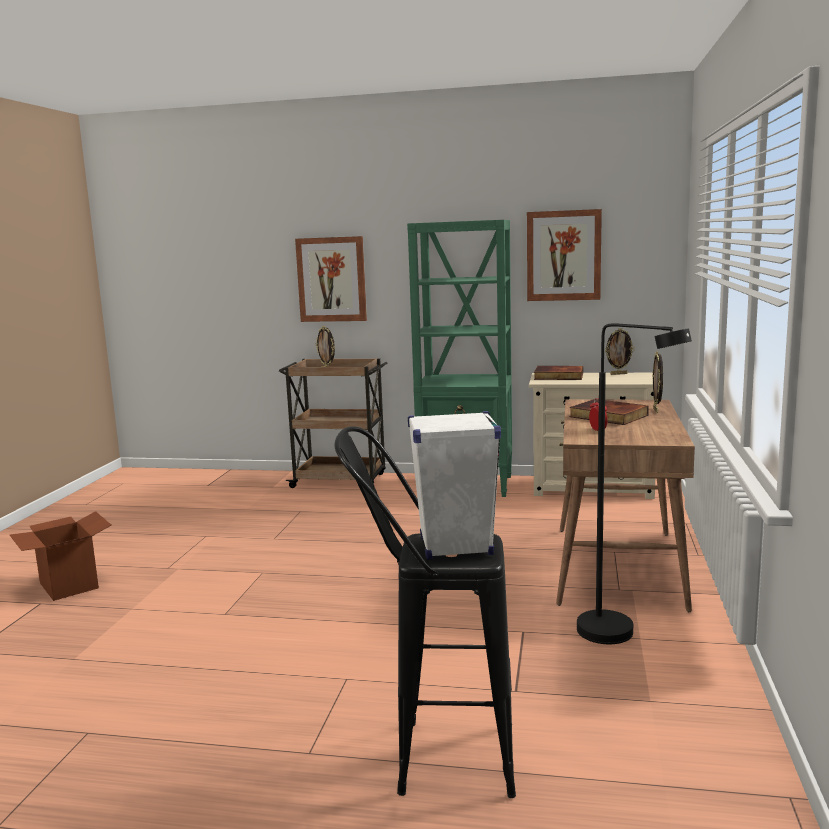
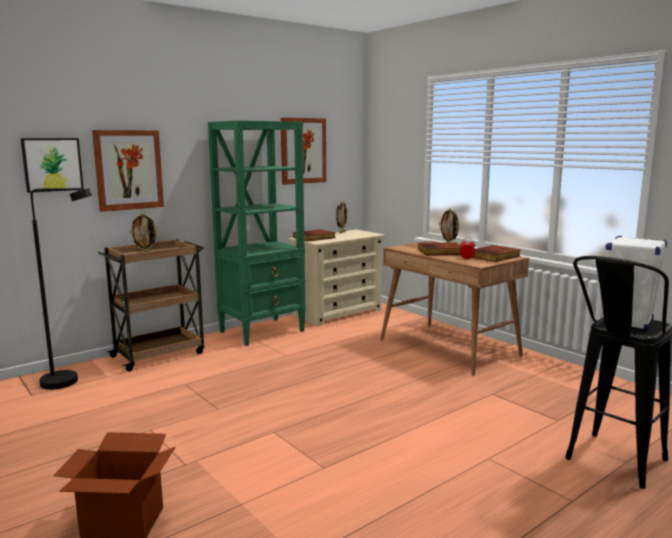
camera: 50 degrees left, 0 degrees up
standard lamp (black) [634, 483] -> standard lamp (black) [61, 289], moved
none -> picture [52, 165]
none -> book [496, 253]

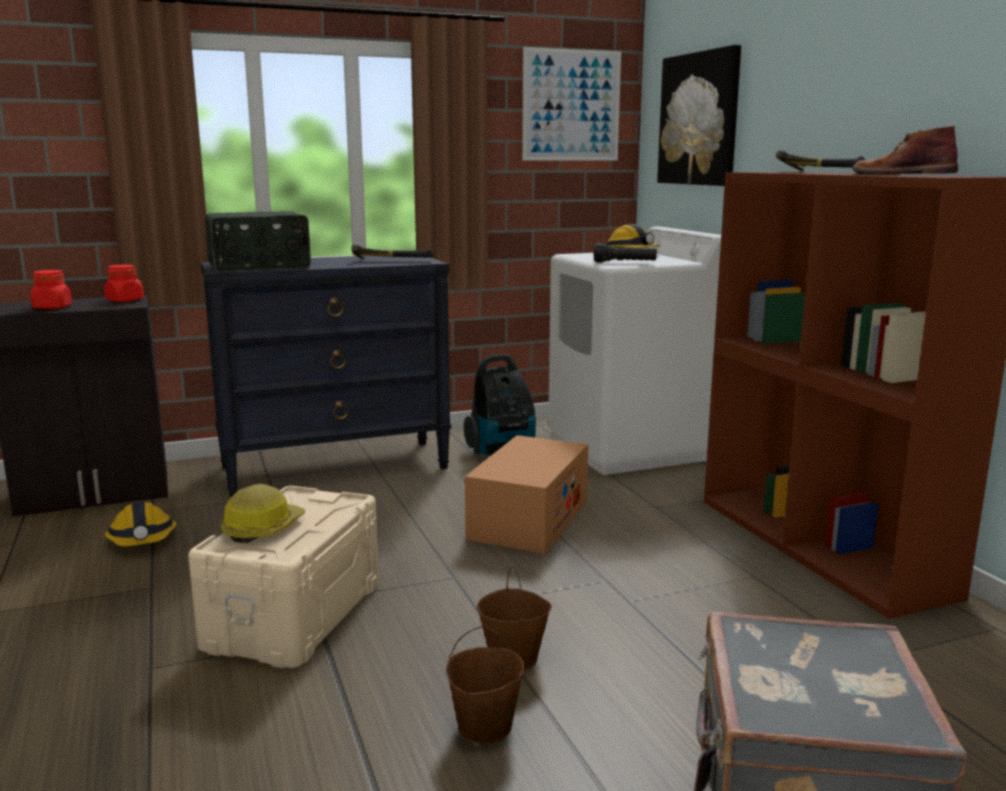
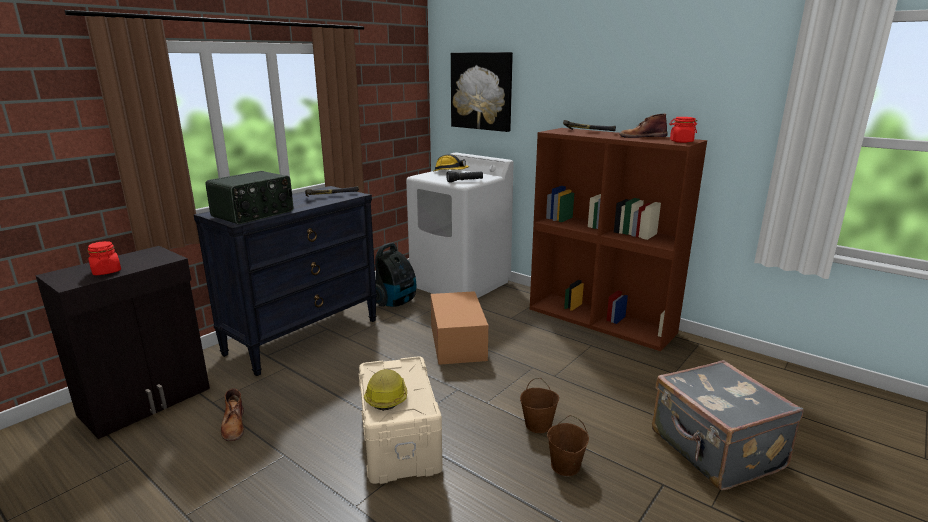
camera: 30 degrees left, 5 degrees up
picture [571, 104] -> none
storage jar (red-coloured) [124, 283] -> storage jar (red-coloured) [683, 130], moved
safety helmet [140, 523] -> high-top boot (brownish) [232, 415]

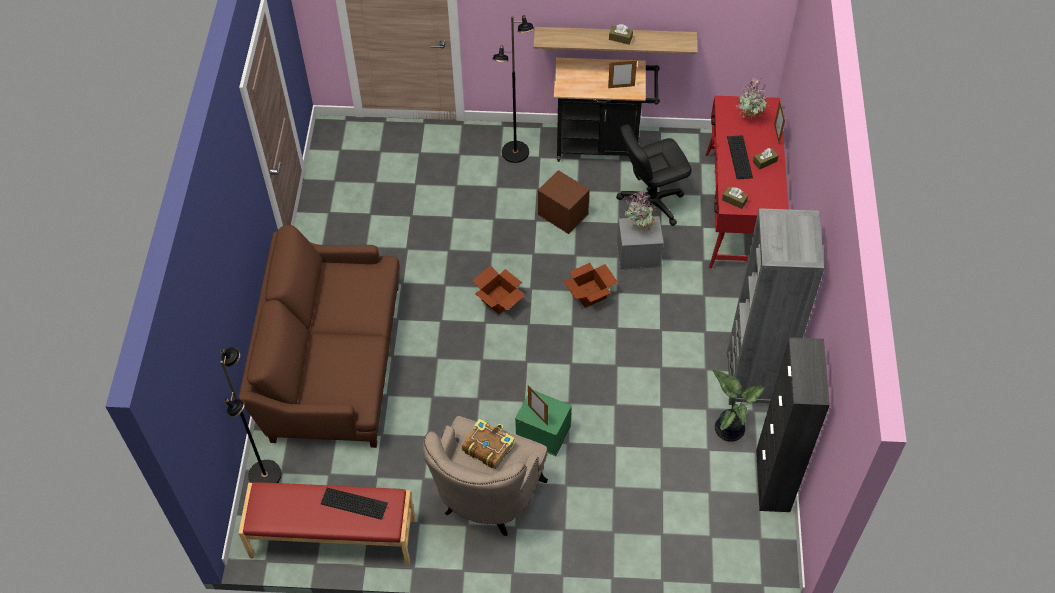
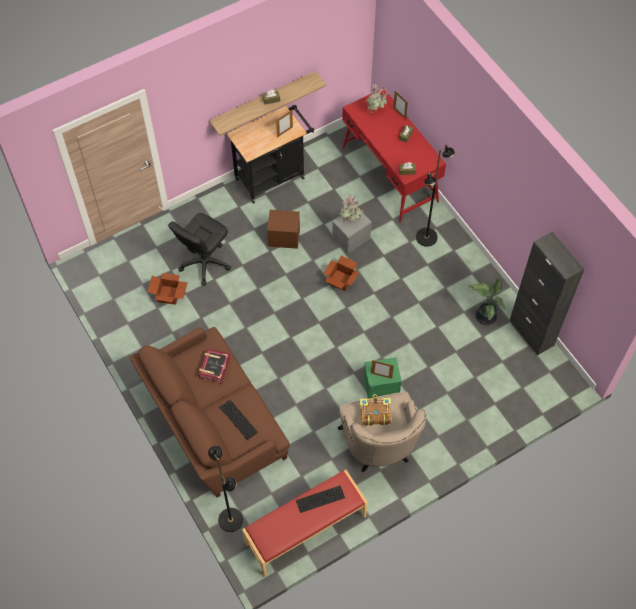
camera: 35 degrees left, 5 degrees up
standard lamp (black) [513, 89] -> standard lamp (black) [435, 195], moved
office chair (black) [654, 175] -> office chair (black) [199, 249], moved
PC keyboard [740, 157] -> PC keyboard [239, 420], moved
bookcase (grey) [775, 306] -> none
carton [498, 289] -> carton [167, 289], moved
none -> book [214, 366]

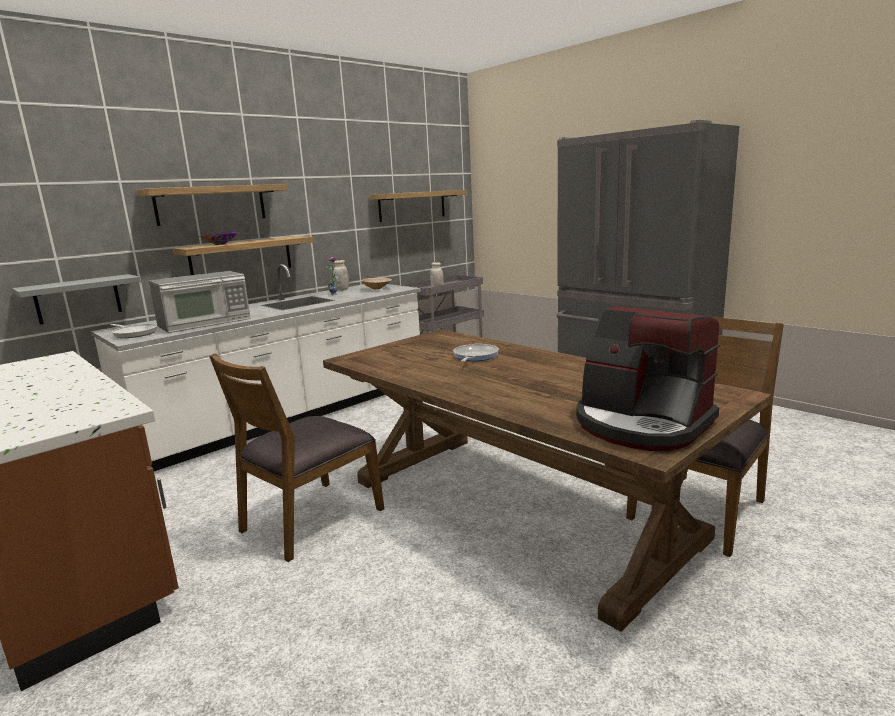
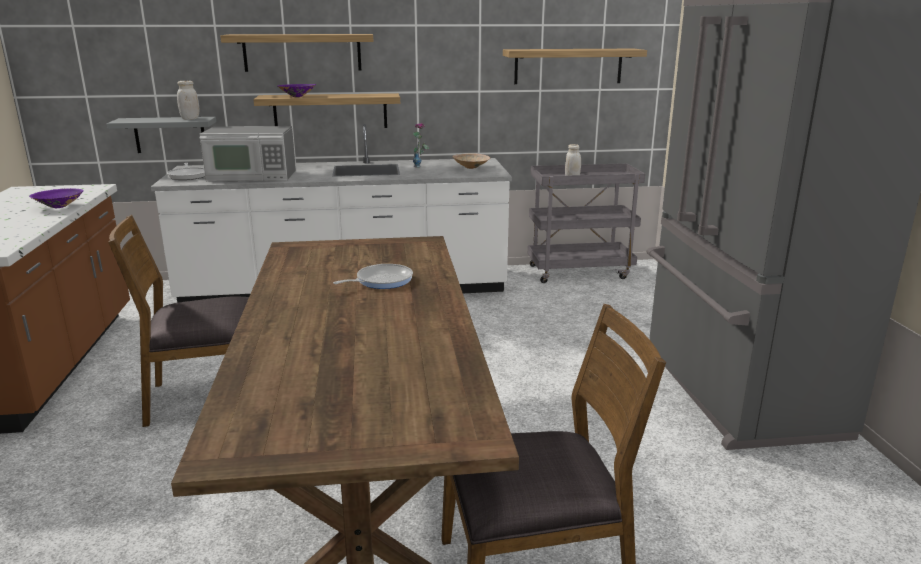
camera: 35 degrees right, 5 degrees up
storage jar (whitish) [341, 275] -> storage jar (whitish) [188, 100], moved
coffee brewer [648, 378] -> none
none -> deep dish (purple-coloured) [56, 198]

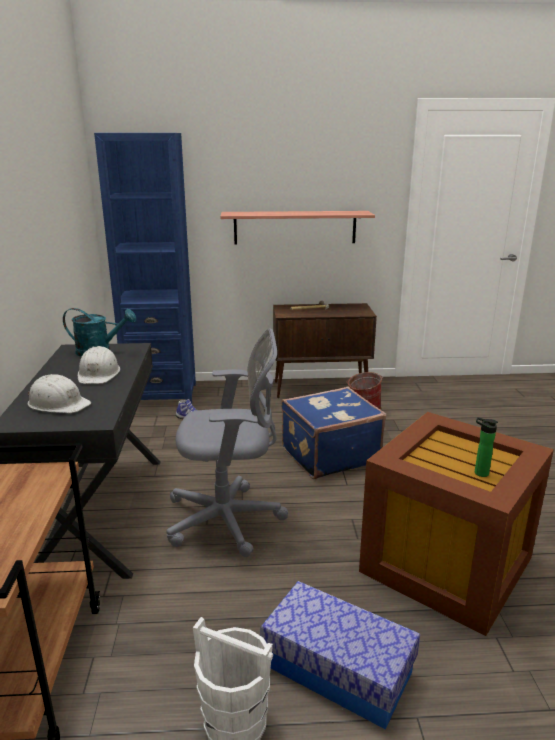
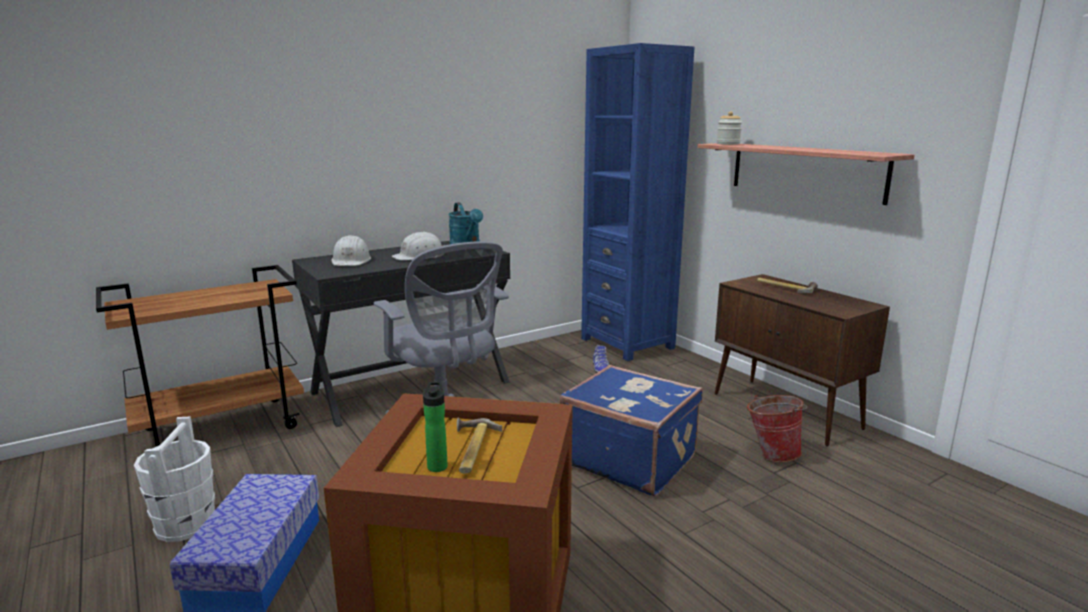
camera: 60 degrees right, 5 degrees down
none -> storage jar [729, 128]
none -> hand hammer [479, 445]

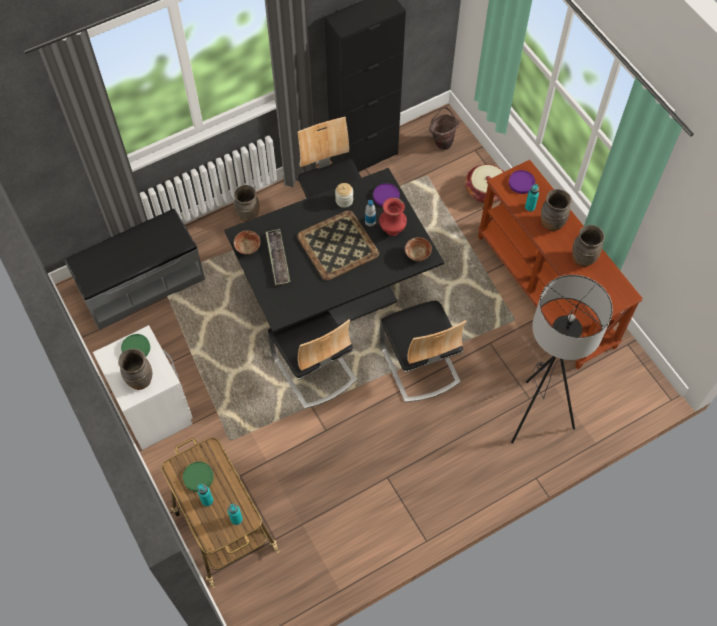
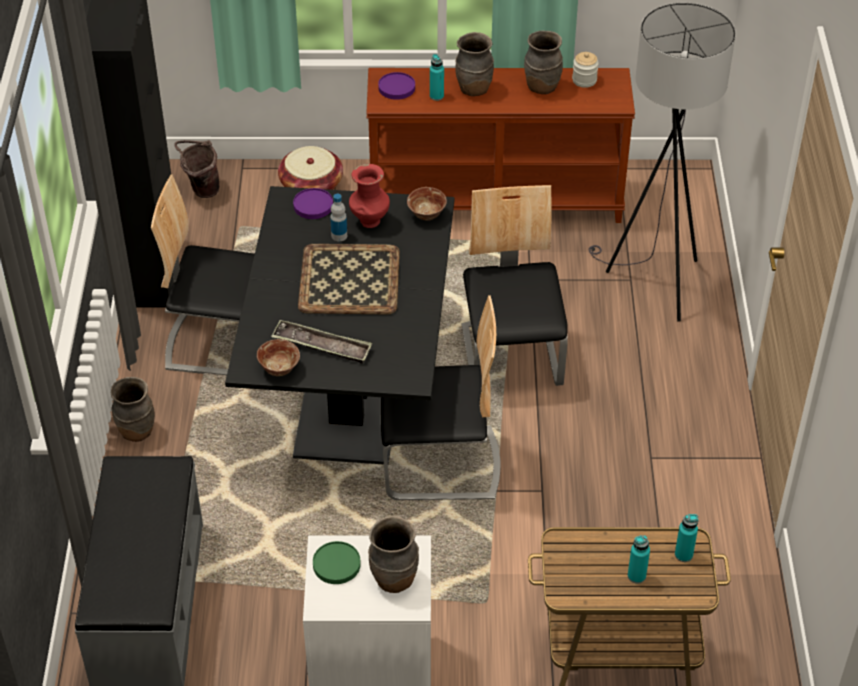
camera: 60 degrees left, 15 degrees down
storage jar [344, 195] -> storage jar [585, 70], moved
chair [423, 351] -> chair [515, 285], 105 degrees counterclockwise
flat dish (green-coloured) [198, 477] -> none

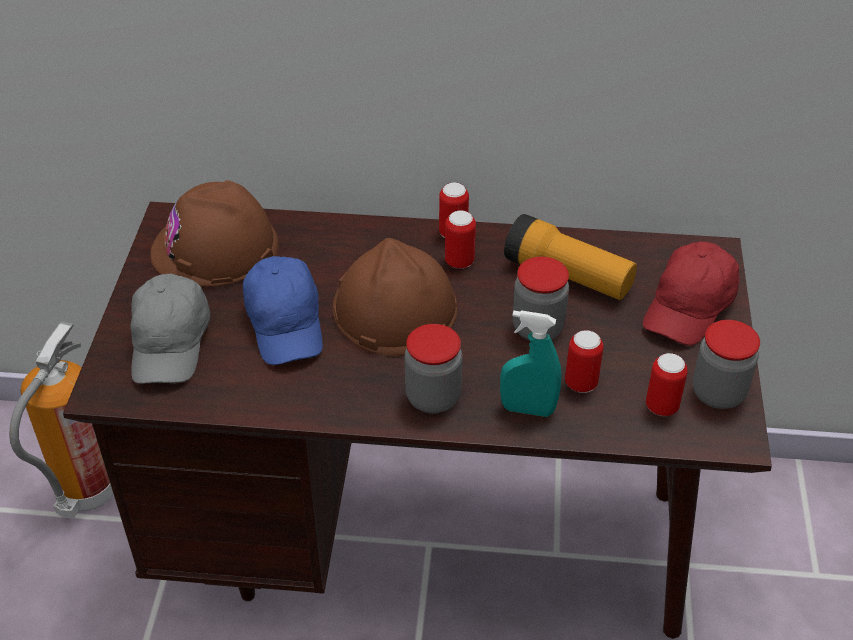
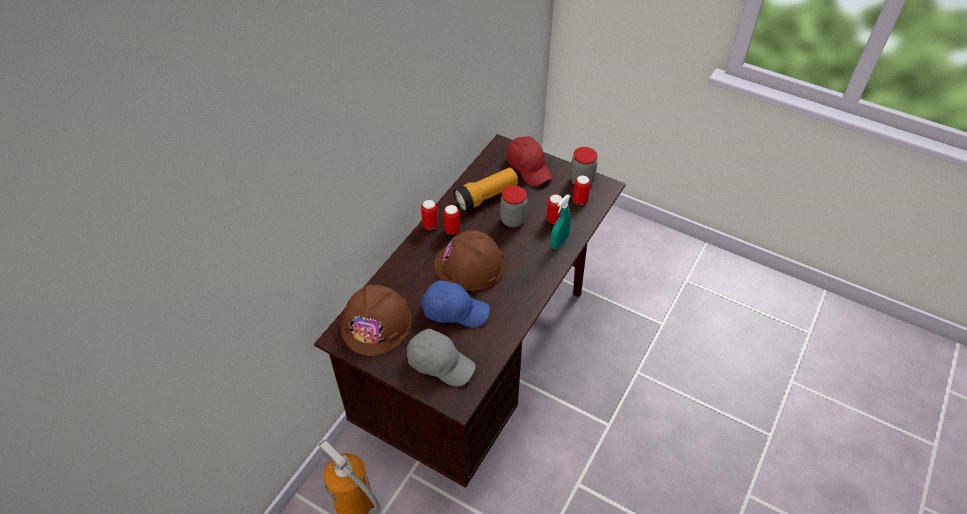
camera: 65 degrees left, 5 degrees up
storage jar [434, 368] -> none

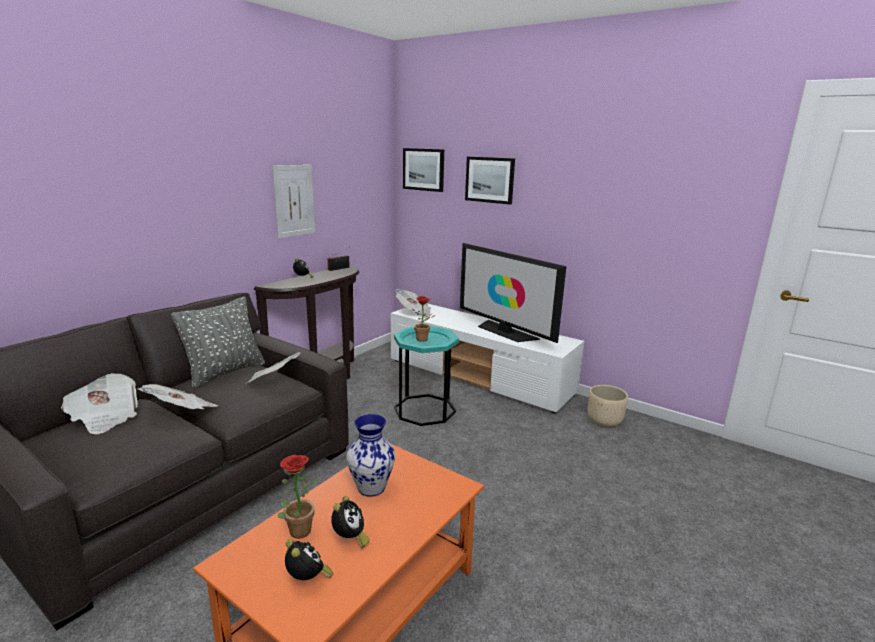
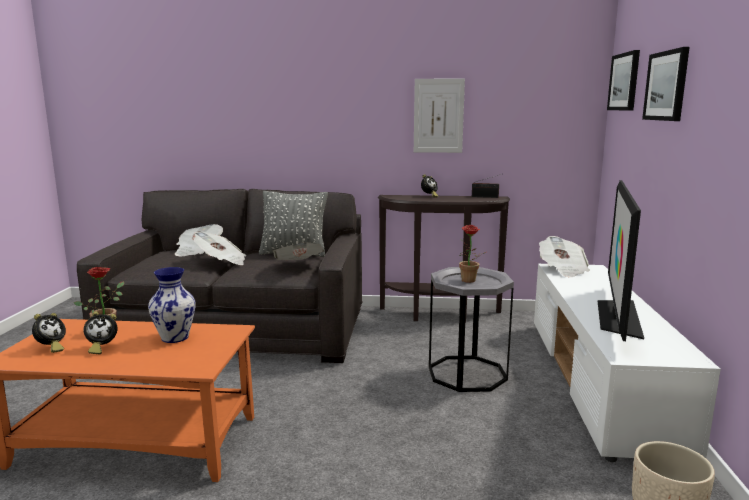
camera: 60 degrees right, 5 degrees down
side table (blue-green) [426, 376] -> side table (grey) [471, 329]

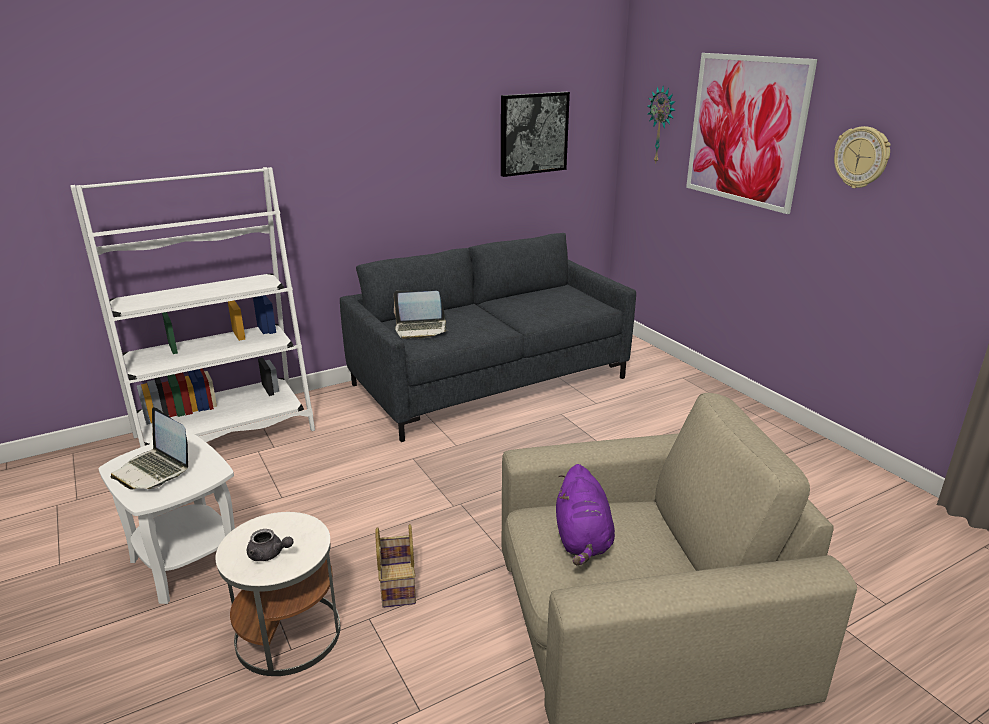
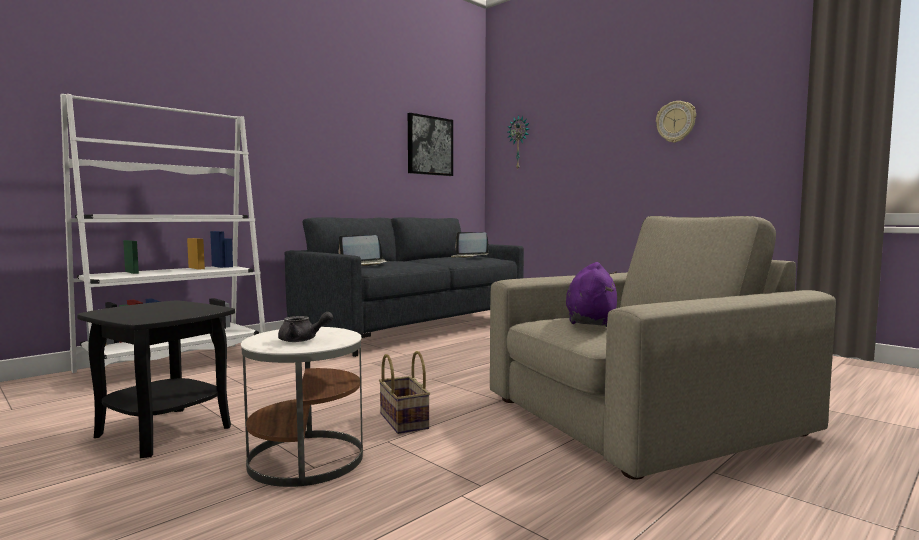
camera: 15 degrees left, 20 degrees down
picture [752, 133] -> none
notebook computer [149, 448] -> notebook computer [469, 245], moved
side table (whitish) [167, 519] -> side table (black) [156, 379]
soft toy (purple-coloured) [585, 514] -> soft toy (purple-coloured) [591, 294], 150 degrees counterclockwise

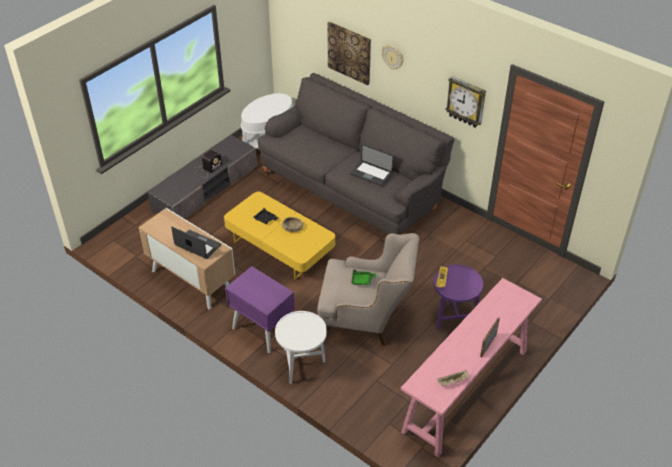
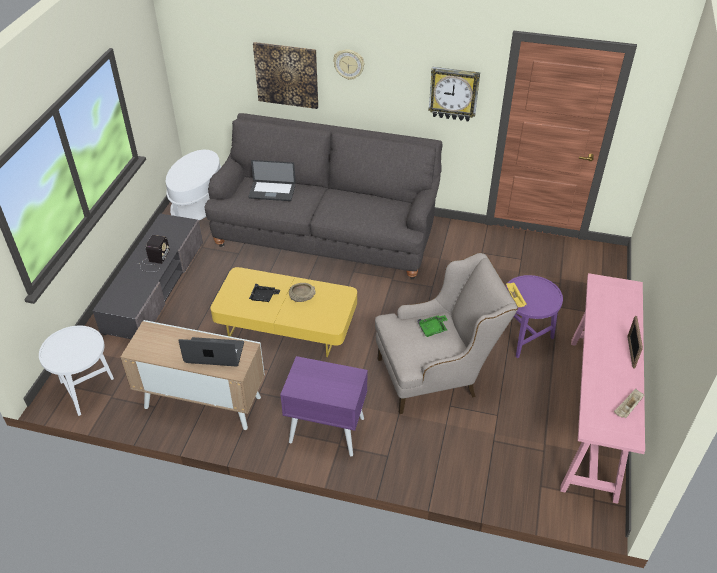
camera: 25 degrees left, 0 degrees up
notebook computer [372, 165] -> notebook computer [272, 180], moved
side table (whitish) [301, 347] -> side table (whitish) [76, 371], moved

